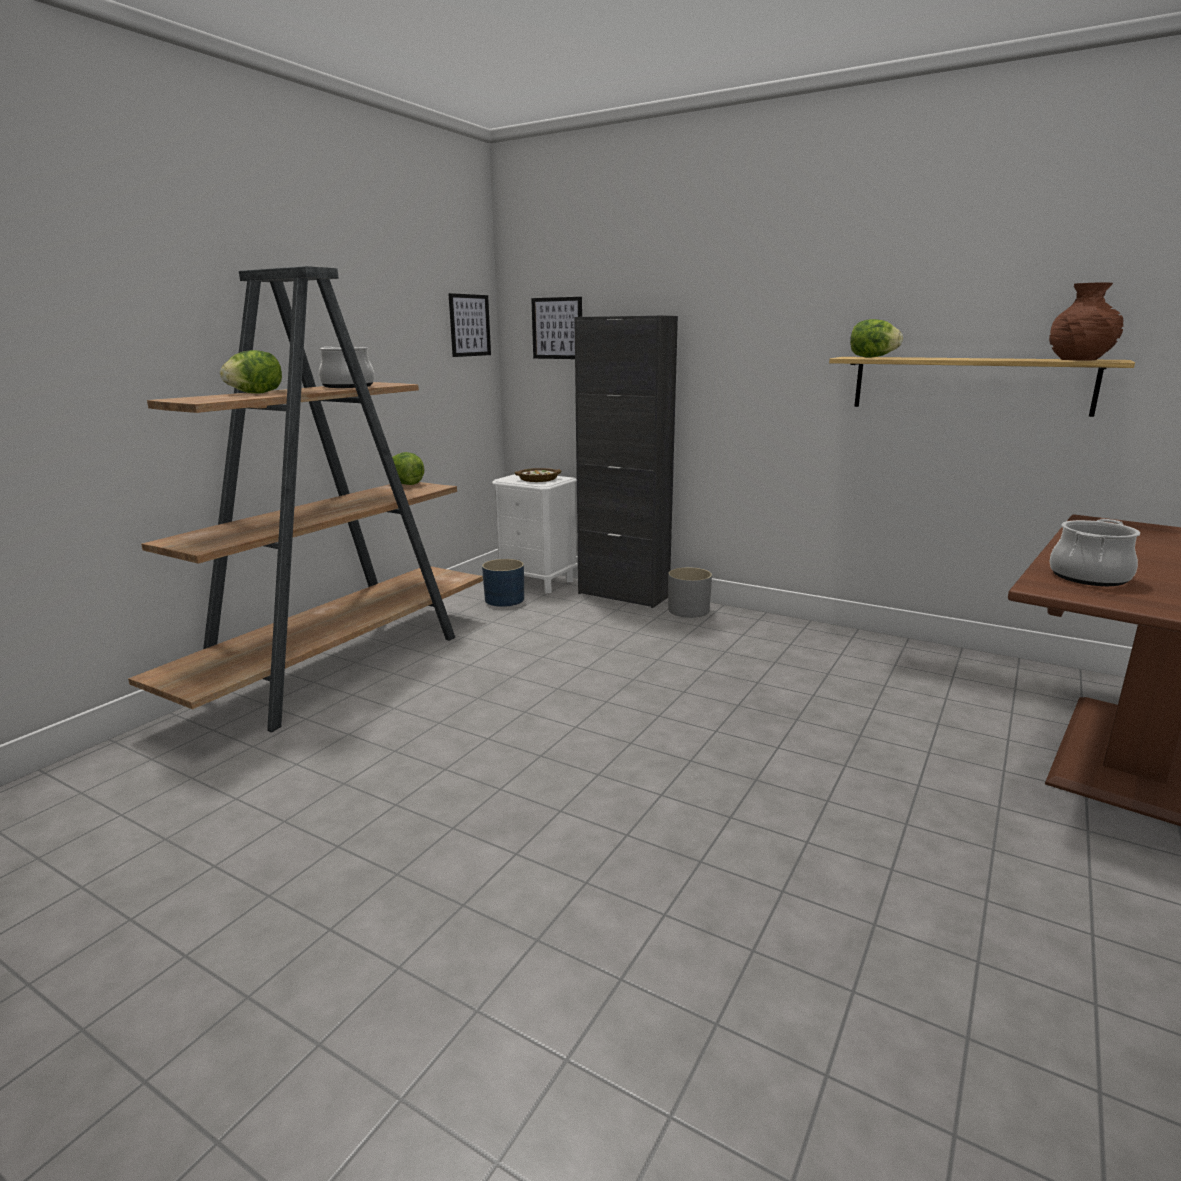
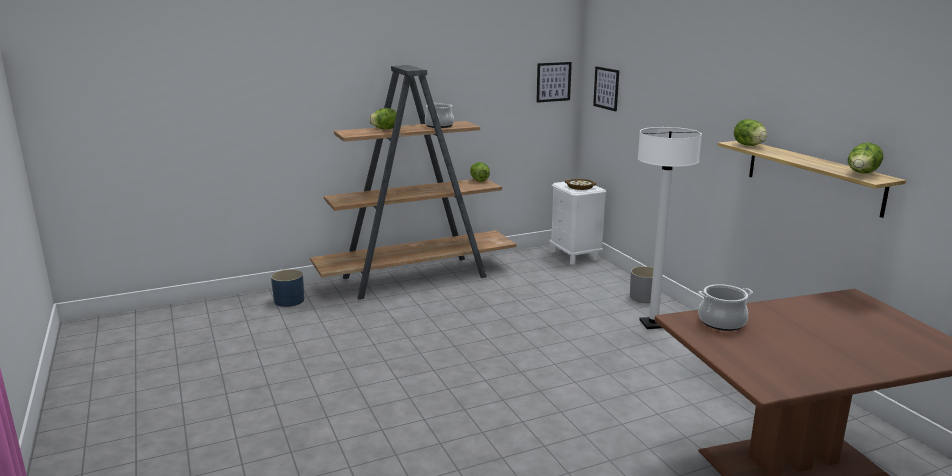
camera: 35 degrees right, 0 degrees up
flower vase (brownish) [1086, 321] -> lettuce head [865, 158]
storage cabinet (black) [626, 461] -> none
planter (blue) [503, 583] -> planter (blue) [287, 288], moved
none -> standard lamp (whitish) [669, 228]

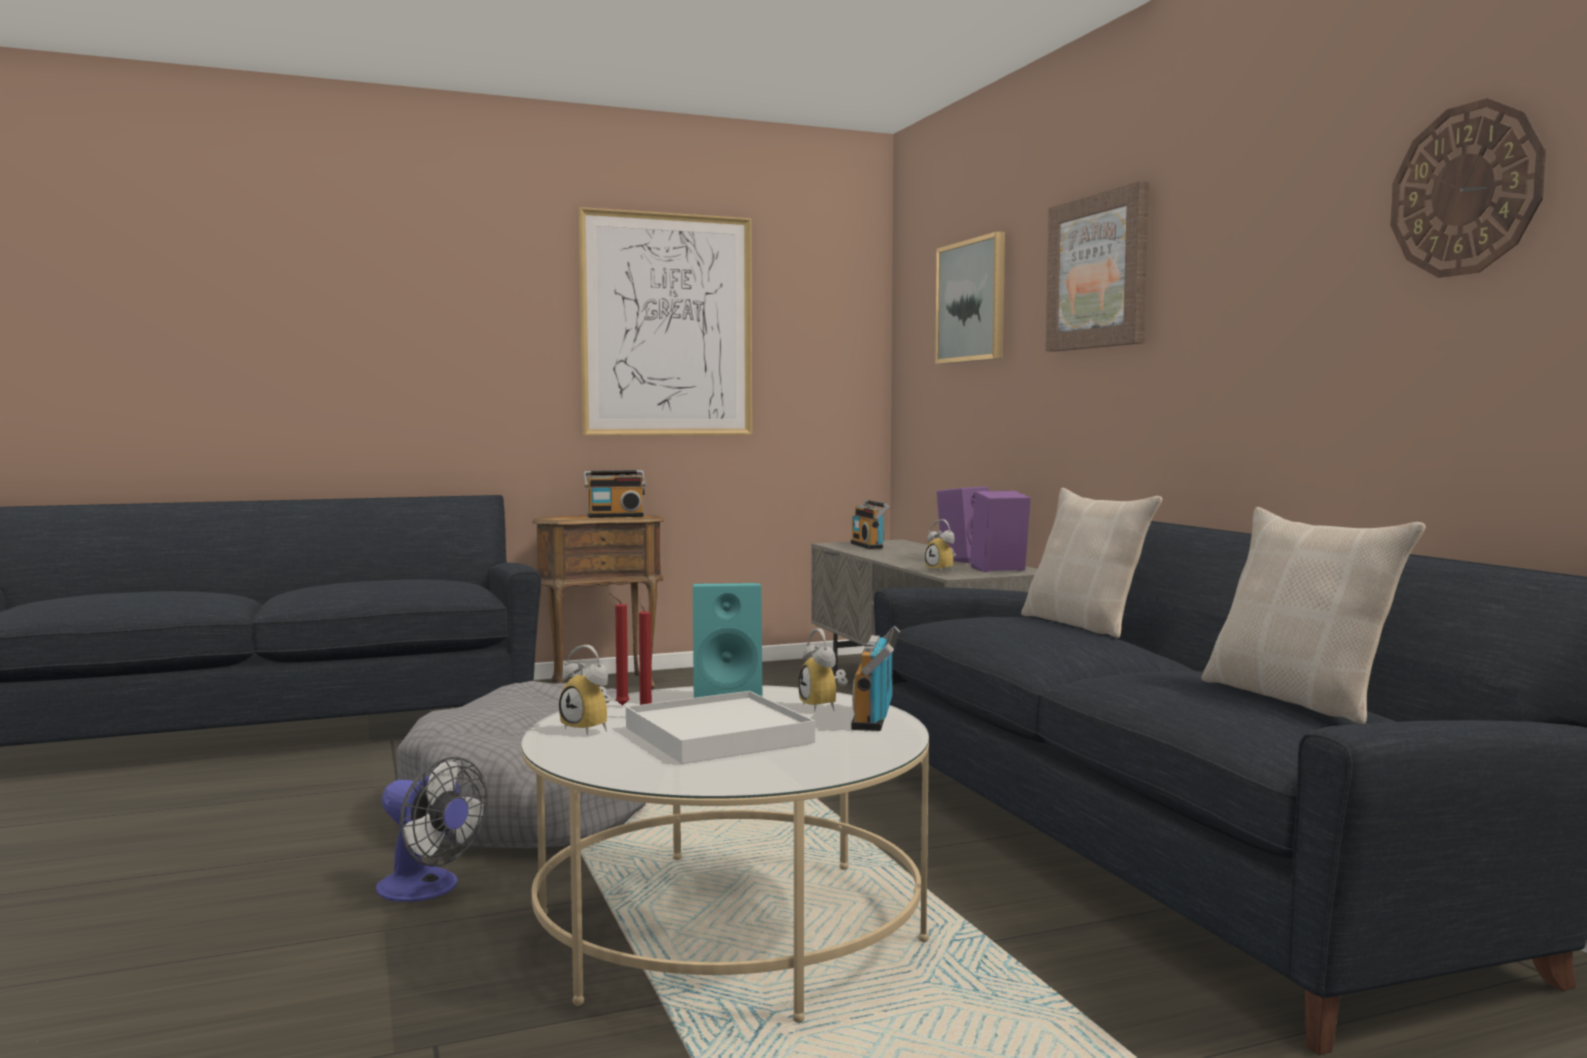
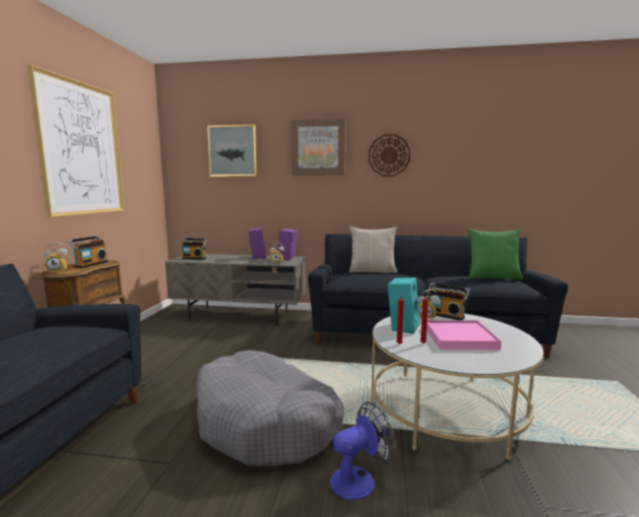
camera: 60 degrees left, 5 degrees up
hanging clock [1468, 188] -> hanging clock [389, 155], moved
throw pillow (sand-coloured) [1313, 615] -> throw pillow (green-coloured) [495, 254]
table clock [585, 690] -> table clock [55, 257], moved
carrying tray (whitish) [720, 727] -> carrying tray (pink) [464, 335]

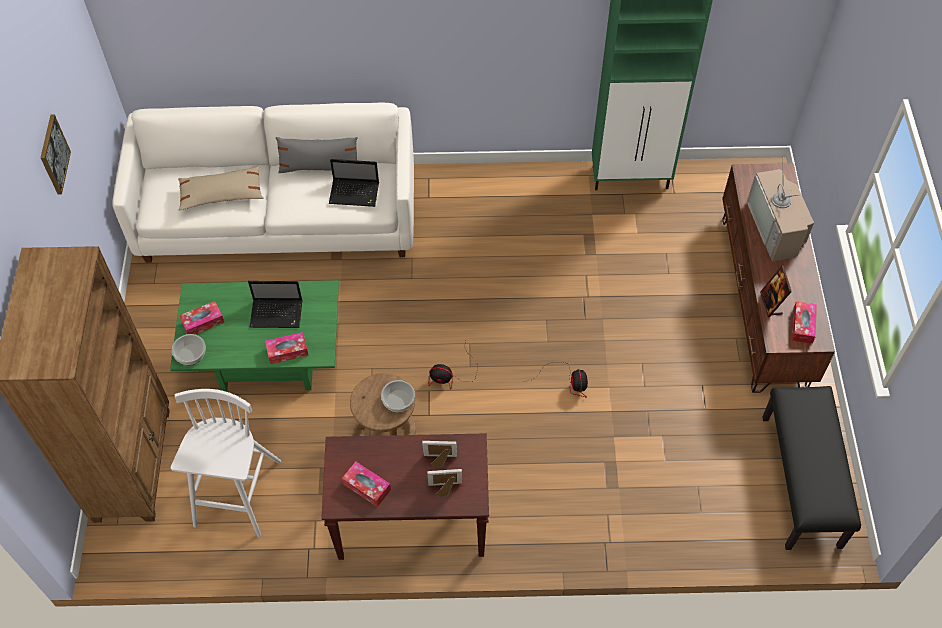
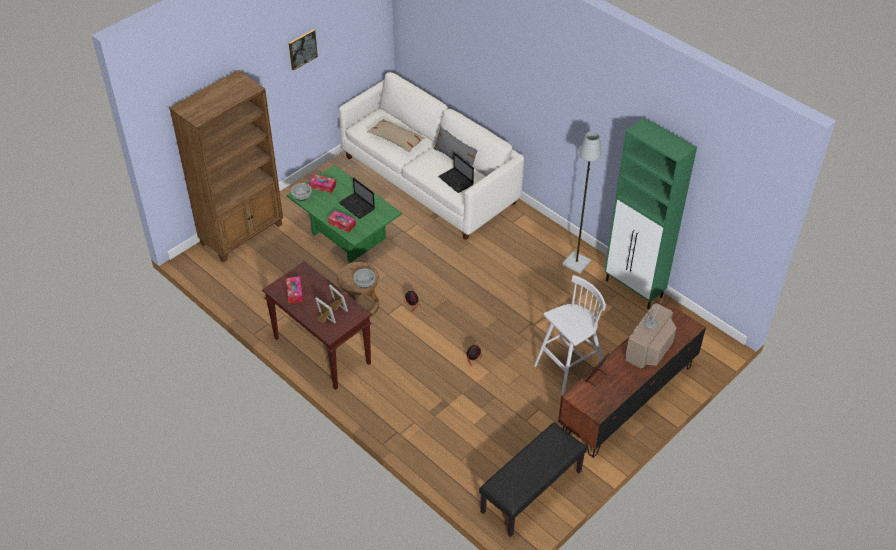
camera: 45 degrees right, 10 degrees down
box of tissues [804, 322] -> none
stool seat (whitish) [226, 463] -> stool seat (whitish) [570, 335], moved
none -> standard lamp (grey) [581, 202]

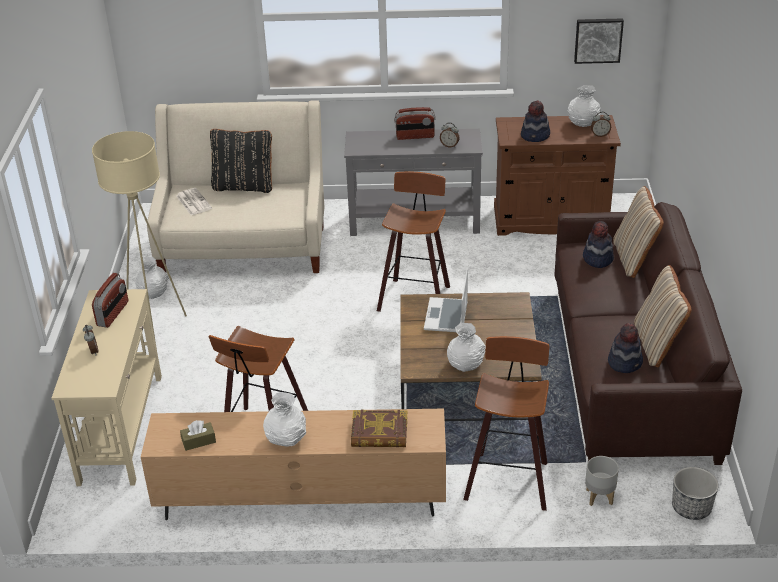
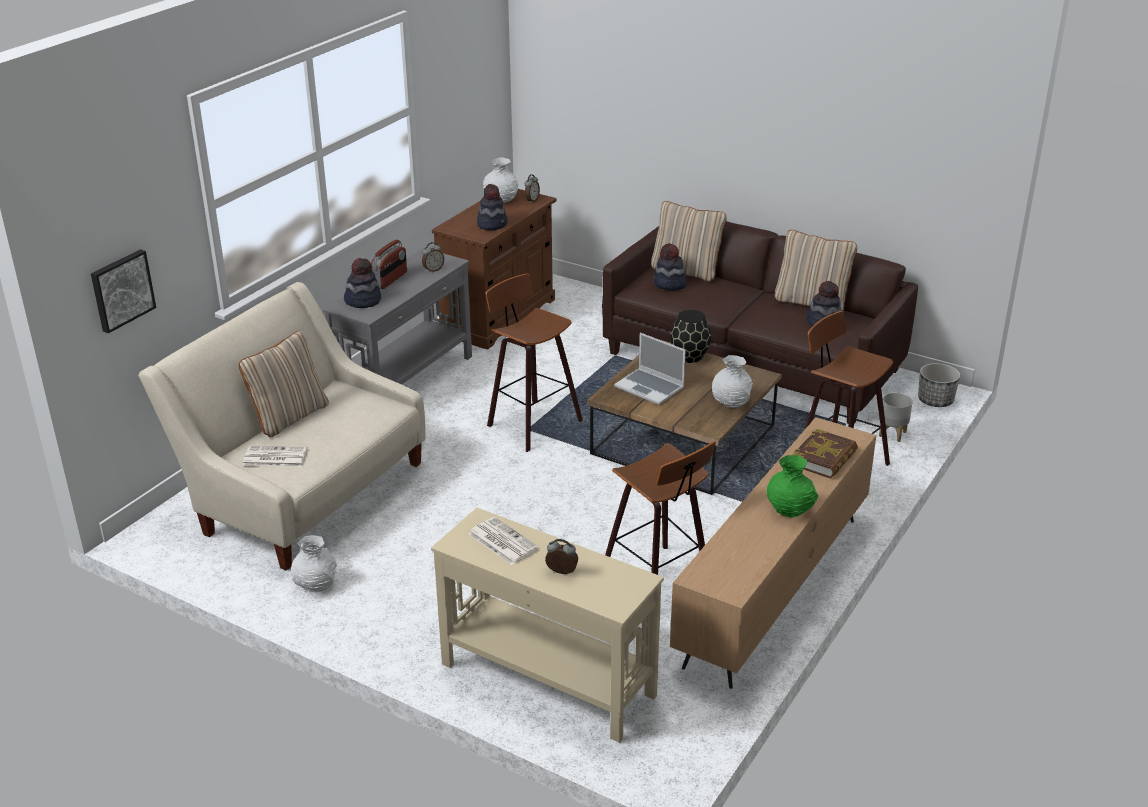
camera: 60 degrees left, 5 degrees down
picture [599, 41] -> picture [123, 291], moved
throw pillow (black) [241, 161] -> throw pillow (sand-coloured) [283, 384]
standard lamp (sand-coloured) [139, 237] -> none
radio set [110, 300] -> newspaper [503, 541]
flower vase (whitish) [284, 419] -> flower vase (green-coloured) [792, 486]
box of tissues (brownish) [198, 435] -> none
none -> wearable hat [362, 283]
none -> flower vase (black) [690, 336]

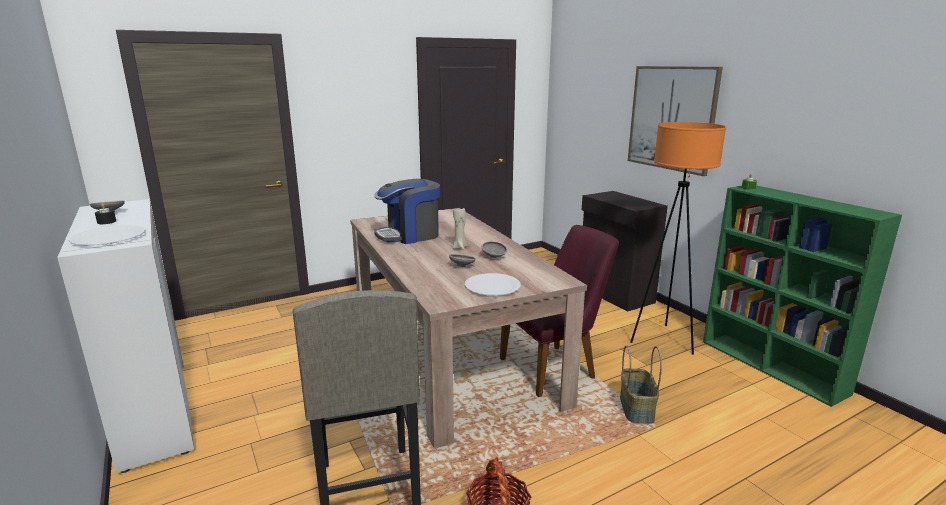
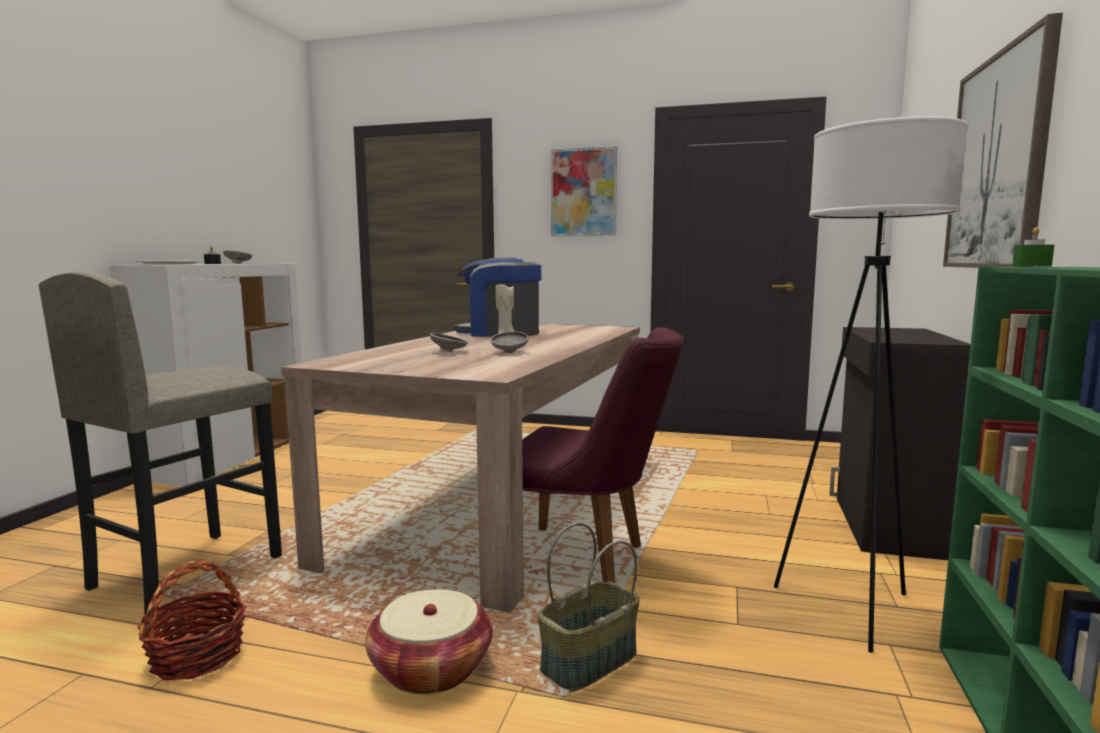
camera: 45 degrees right, 10 degrees down
standard lamp (orangey) [678, 238] -> standard lamp (whitish) [871, 384]
flat dish (whitish) [493, 284] -> none
none -> picture [584, 191]
none -> basket [429, 642]

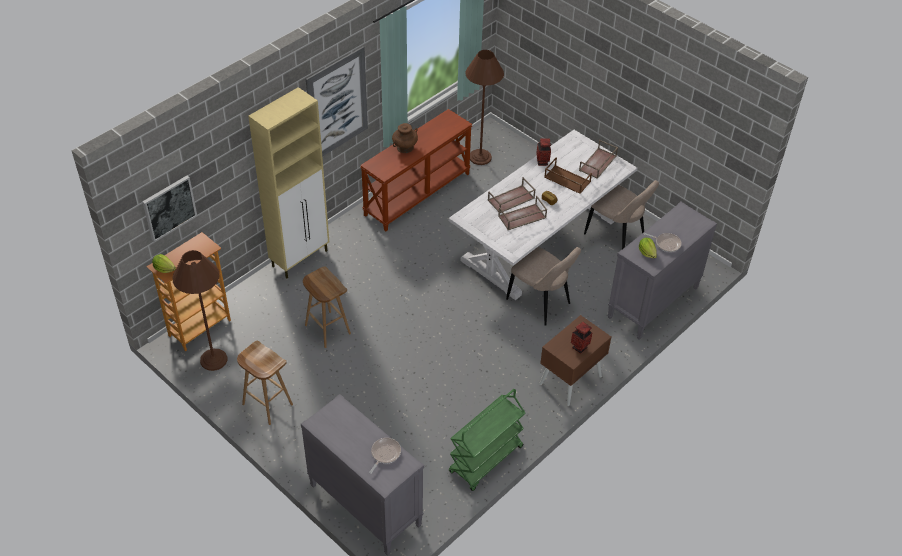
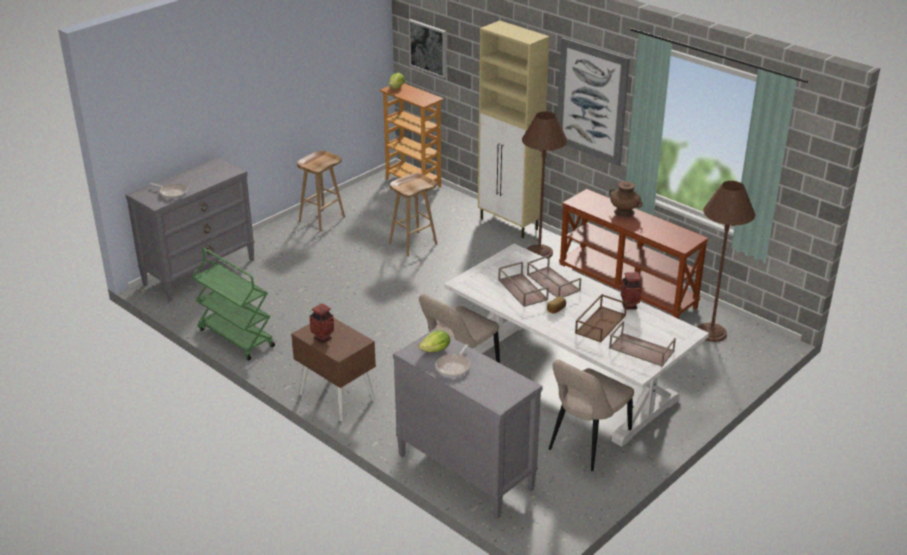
camera: 90 degrees right, 15 degrees down
standard lamp (brownish) [199, 310] -> standard lamp (brownish) [545, 185], moved

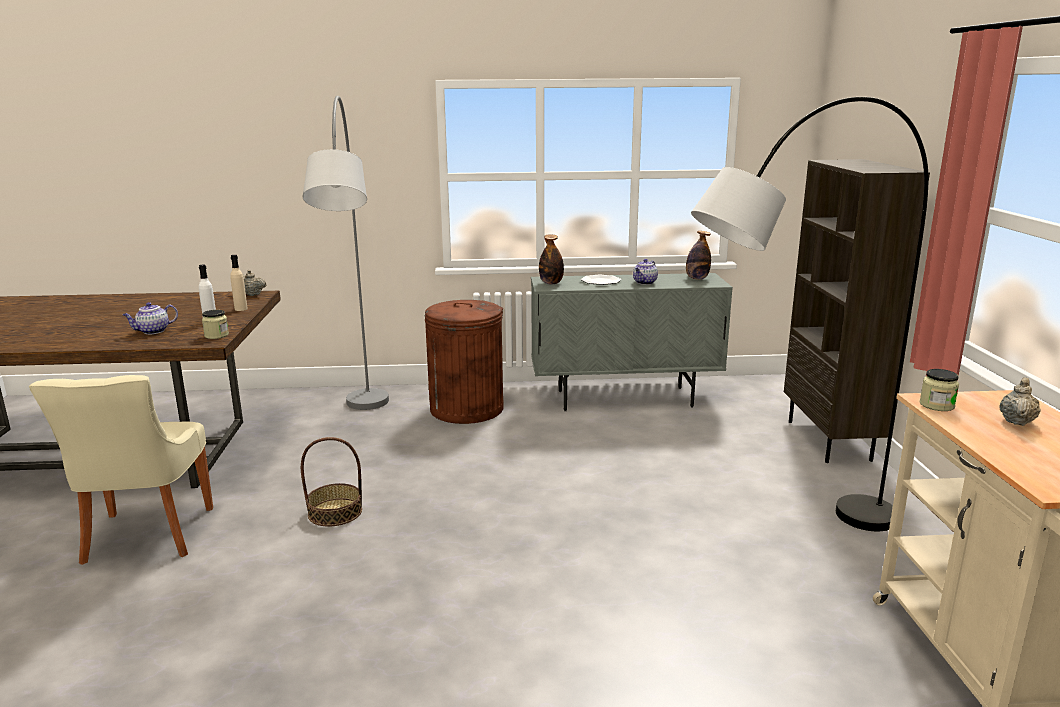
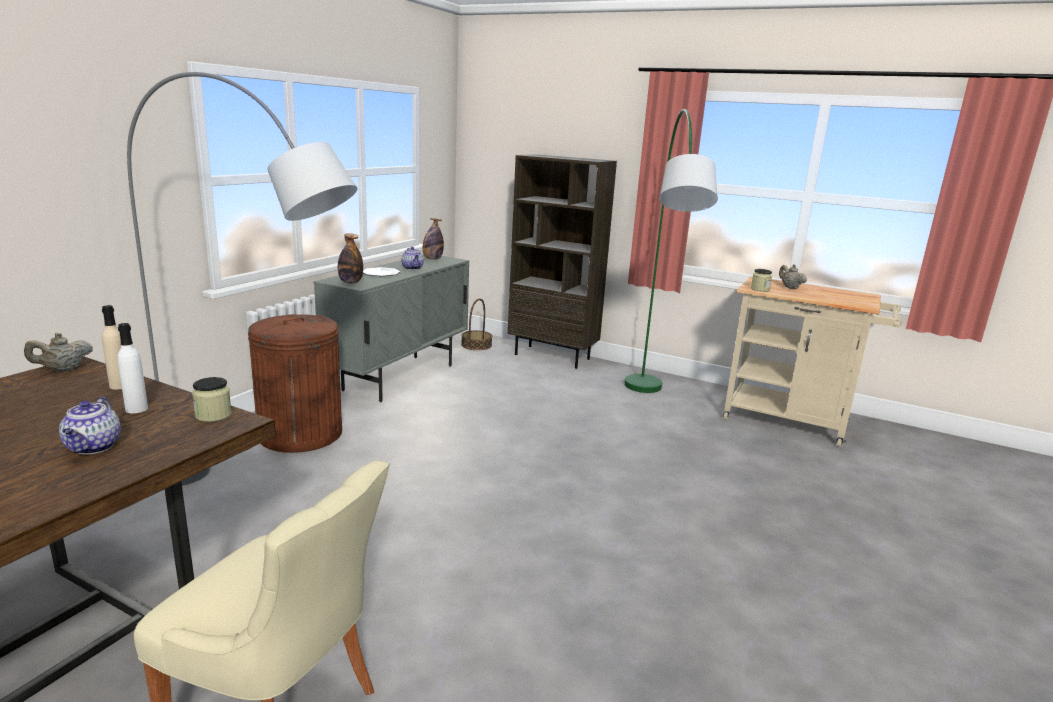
camera: 60 degrees left, 0 degrees up
standard lamp (grey) [809, 314] -> standard lamp (green-coloured) [671, 251]
basket [331, 481] -> basket [476, 324], moved

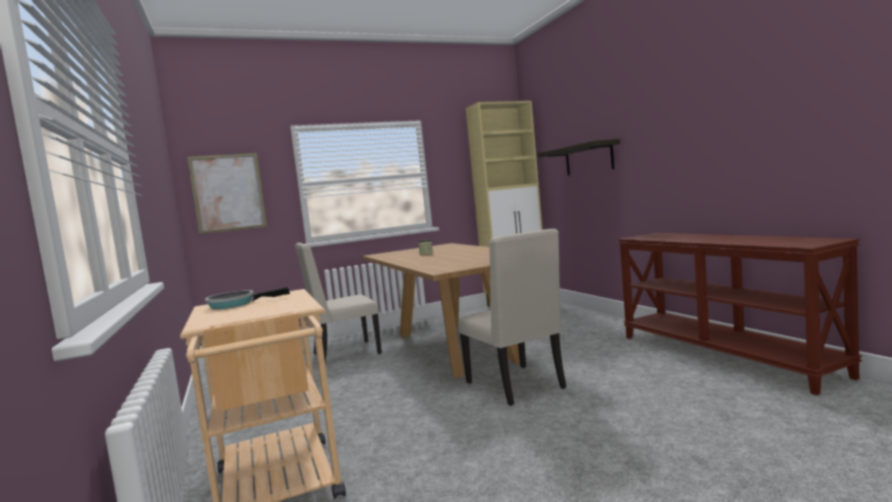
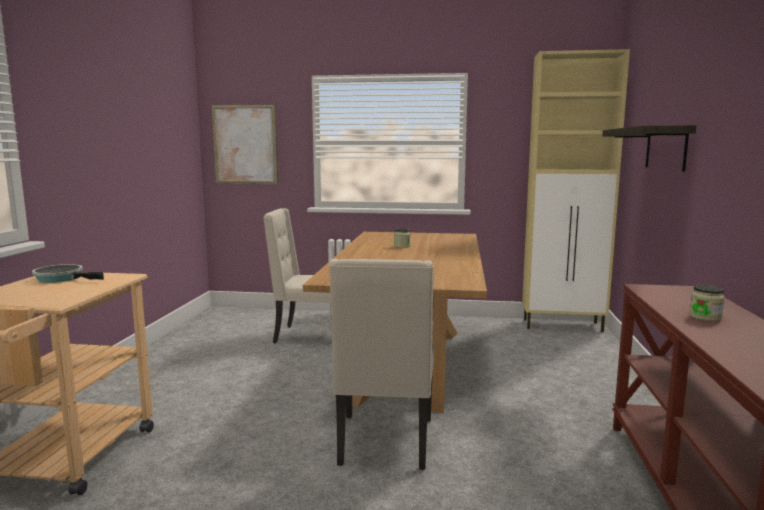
camera: 30 degrees right, 5 degrees up
none -> storage jar [707, 303]

